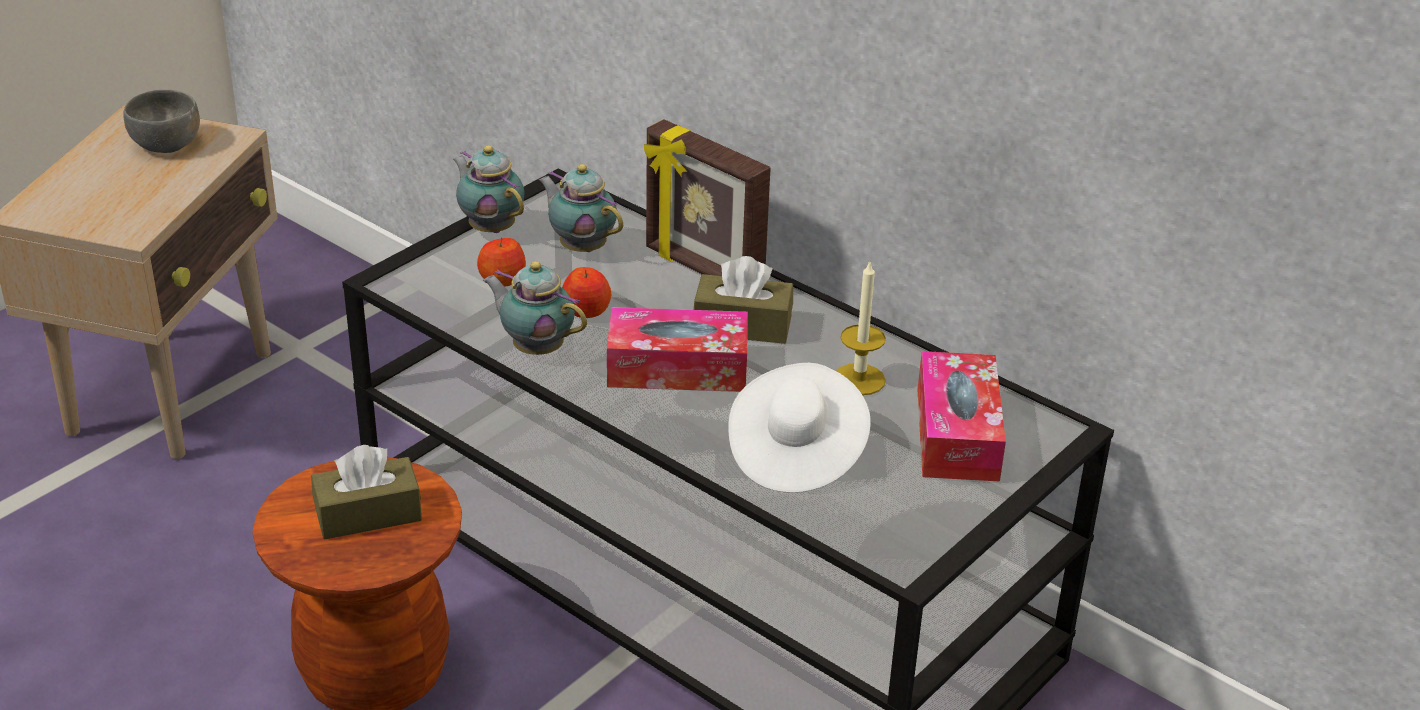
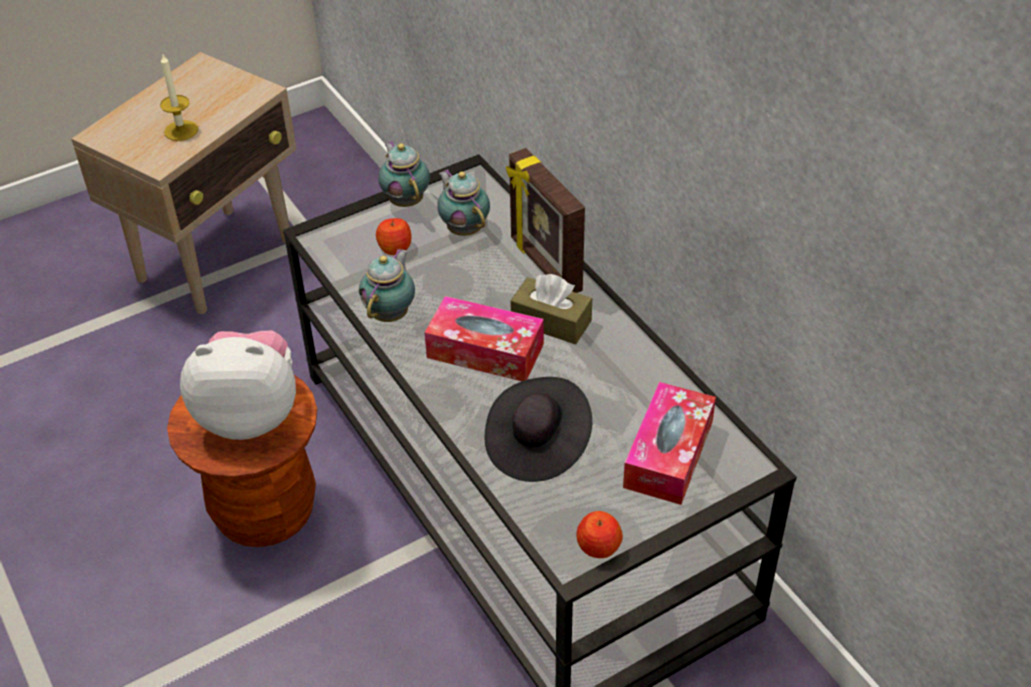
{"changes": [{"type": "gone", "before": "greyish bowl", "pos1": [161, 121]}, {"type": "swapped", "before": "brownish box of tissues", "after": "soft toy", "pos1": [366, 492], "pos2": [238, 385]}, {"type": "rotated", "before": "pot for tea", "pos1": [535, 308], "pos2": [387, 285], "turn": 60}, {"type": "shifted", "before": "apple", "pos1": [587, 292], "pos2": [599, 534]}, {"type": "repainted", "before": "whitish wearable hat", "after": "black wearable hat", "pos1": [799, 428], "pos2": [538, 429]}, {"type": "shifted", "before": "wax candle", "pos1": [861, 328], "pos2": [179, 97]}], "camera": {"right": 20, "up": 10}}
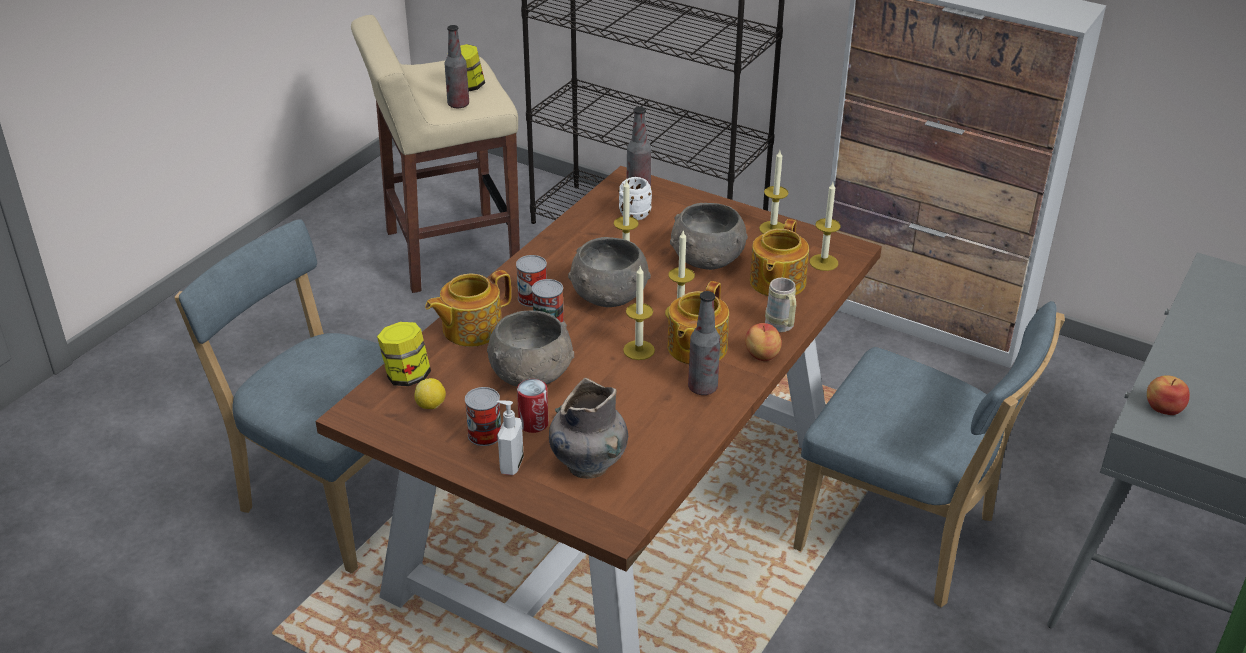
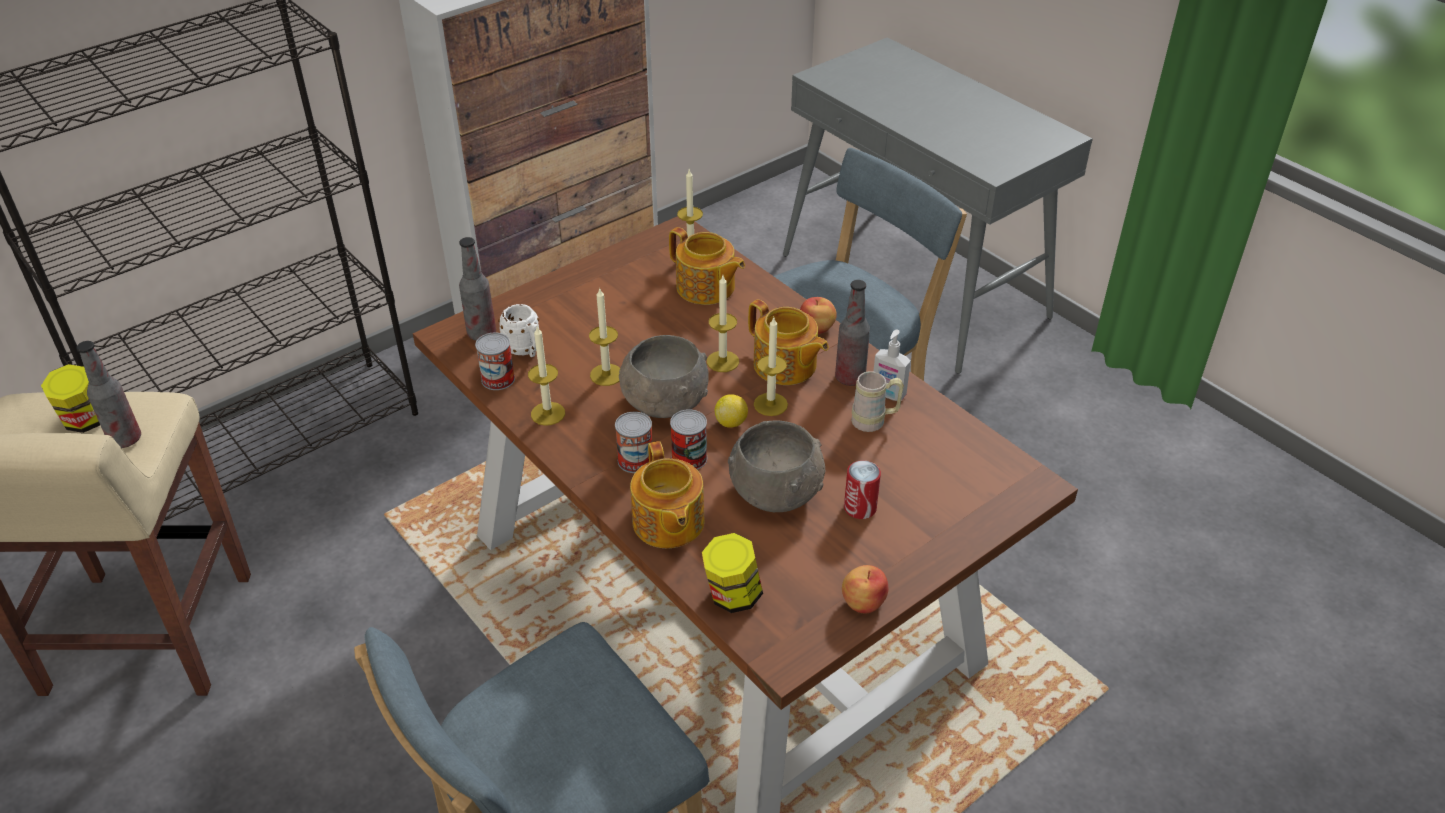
{"changes": [{"type": "shifted", "before": "citrus fruit", "pos1": [430, 393], "pos2": [731, 411]}, {"type": "shifted", "before": "metal can", "pos1": [483, 416], "pos2": [495, 361]}, {"type": "shifted", "before": "liquid soap bottle", "pos1": [510, 437], "pos2": [892, 365]}, {"type": "gone", "before": "greyish vase", "pos1": [588, 428]}, {"type": "gone", "before": "greyish bowl", "pos1": [709, 236]}, {"type": "shifted", "before": "wax candle", "pos1": [774, 192], "pos2": [546, 376]}, {"type": "shifted", "before": "sand-coloured coffee mug", "pos1": [780, 305], "pos2": [877, 401]}, {"type": "shifted", "before": "apple", "pos1": [1168, 395], "pos2": [865, 589]}], "camera": {"right": -70, "up": 5}}
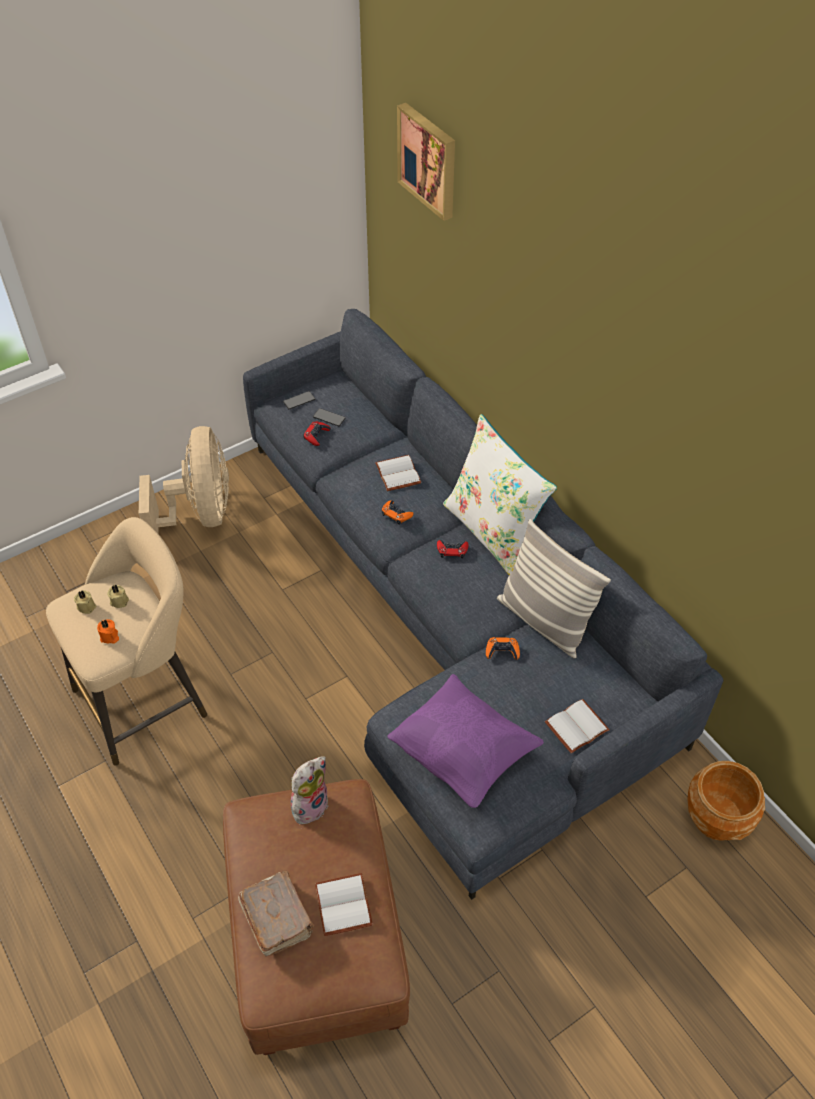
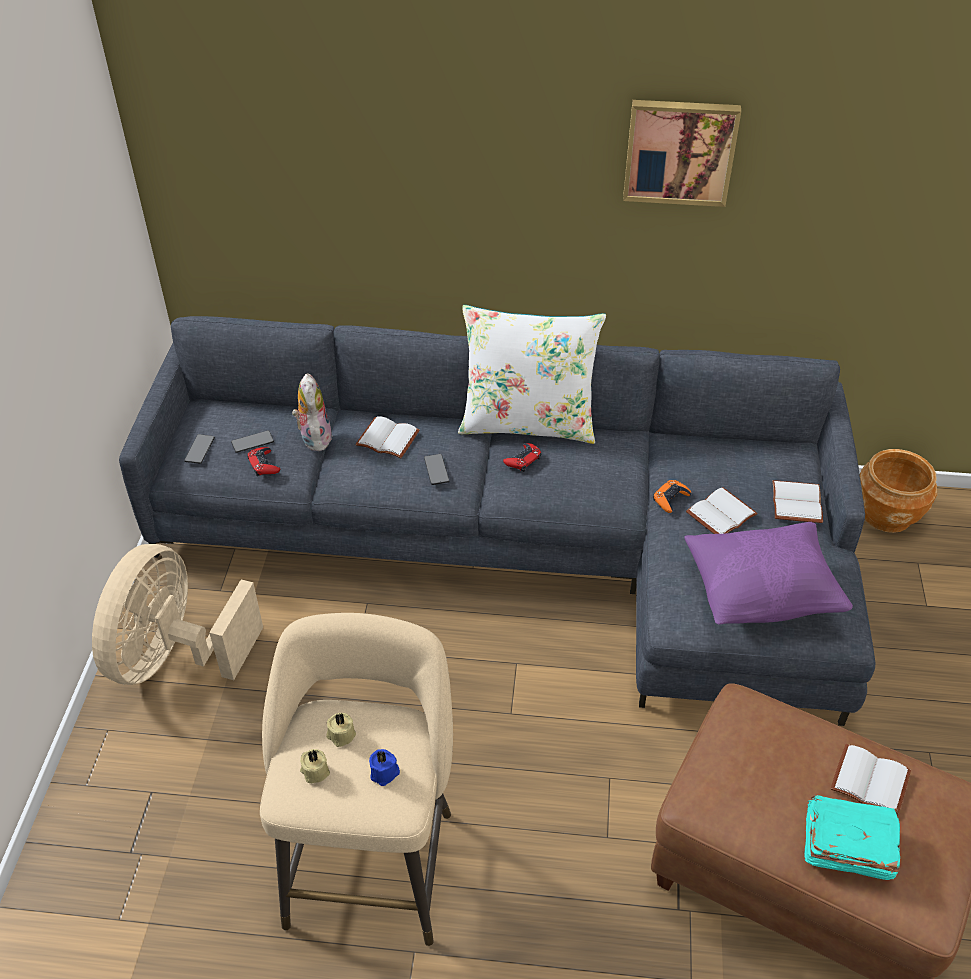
{"changes": [{"type": "repainted", "before": "orange-coloured wax candle", "after": "bluish wax candle", "pos1": [108, 631], "pos2": [384, 767]}, {"type": "rotated", "before": "sand-coloured electric fan", "pos1": [184, 480], "pos2": [177, 614], "turn": -105}, {"type": "repainted", "before": "brownish bound book", "after": "turquoise bound book", "pos1": [276, 913], "pos2": [851, 837]}, {"type": "shifted", "before": "soft toy", "pos1": [310, 791], "pos2": [312, 412]}, {"type": "swapped", "before": "orange-coloured game controller", "after": "phone", "pos1": [397, 512], "pos2": [436, 469]}, {"type": "shifted", "before": "picture", "pos1": [426, 162], "pos2": [682, 153]}, {"type": "gone", "before": "throw pillow", "pos1": [554, 589]}, {"type": "new", "after": "whitish bound book", "pos2": [722, 510]}], "camera": {"right": -50, "up": -5}}
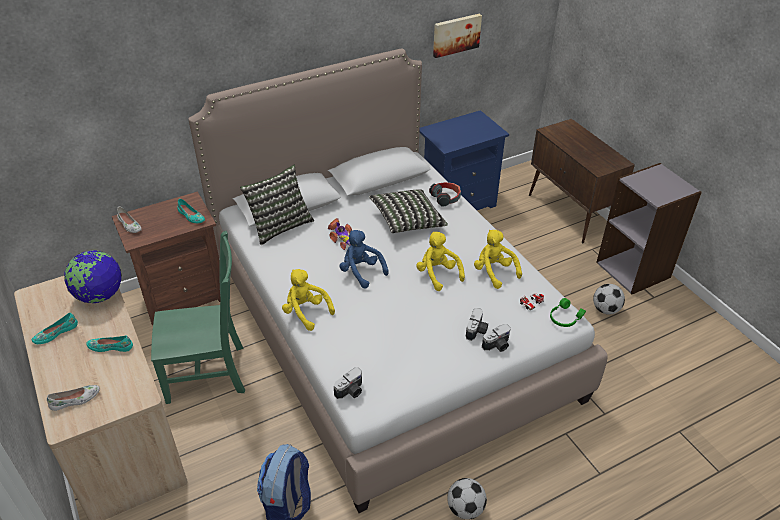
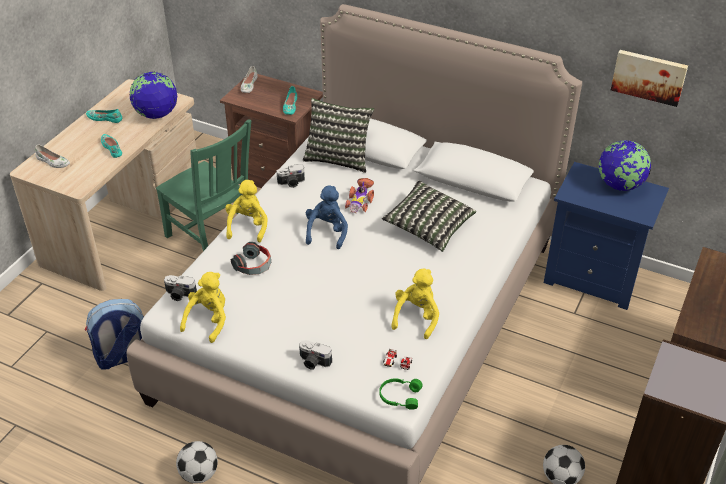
{"changes": [{"type": "shifted", "before": "yellowish soft toy", "pos1": [440, 261], "pos2": [203, 307]}, {"type": "shifted", "before": "pair of headphones", "pos1": [445, 194], "pos2": [251, 258]}, {"type": "shifted", "before": "still camera", "pos1": [477, 324], "pos2": [290, 176]}, {"type": "new", "after": "desk globe", "pos2": [625, 165]}], "camera": {"right": 55, "up": 0}}
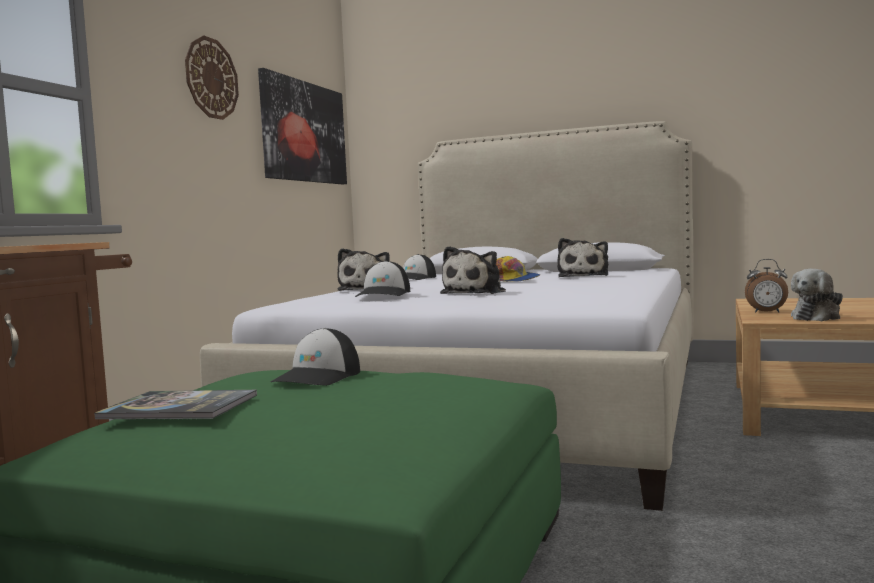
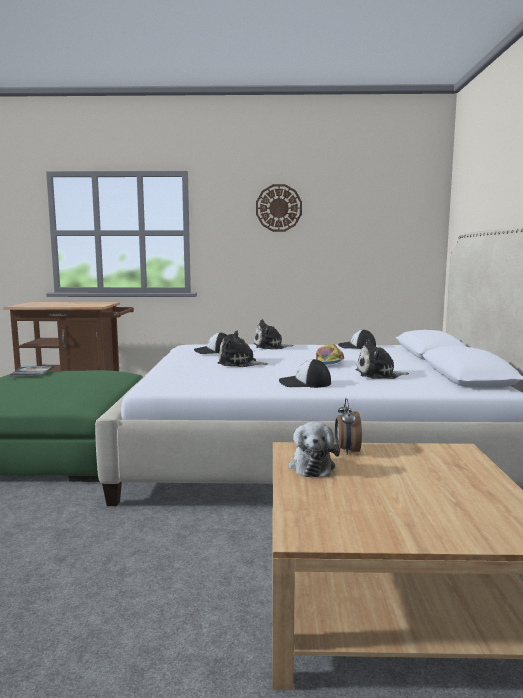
{"changes": [{"type": "gone", "before": "picture", "pos1": [302, 126]}, {"type": "shifted", "before": "cap", "pos1": [315, 357], "pos2": [305, 373]}, {"type": "rotated", "before": "soft toy", "pos1": [817, 295], "pos2": [314, 449], "turn": -120}], "camera": {"right": 70, "up": 5}}
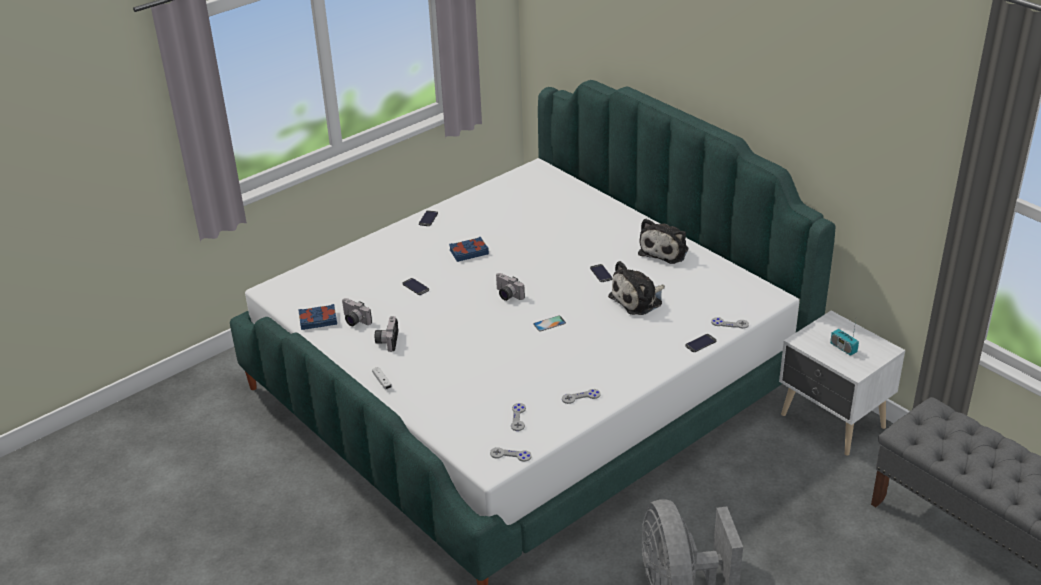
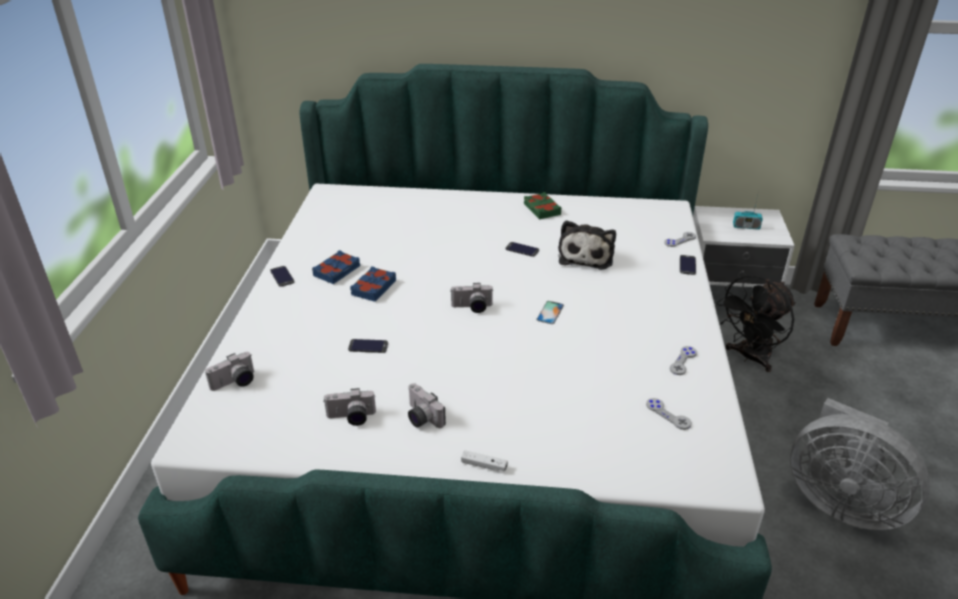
{"changes": [{"type": "shifted", "before": "bluish bound book", "pos1": [317, 317], "pos2": [336, 267]}, {"type": "gone", "before": "greyish game controller", "pos1": [511, 454]}, {"type": "swapped", "before": "soft toy", "after": "greenish bound book", "pos1": [663, 241], "pos2": [543, 205]}, {"type": "new", "after": "still camera", "pos2": [229, 371]}, {"type": "new", "after": "black electric fan", "pos2": [756, 324]}], "camera": {"right": -45, "up": 0}}
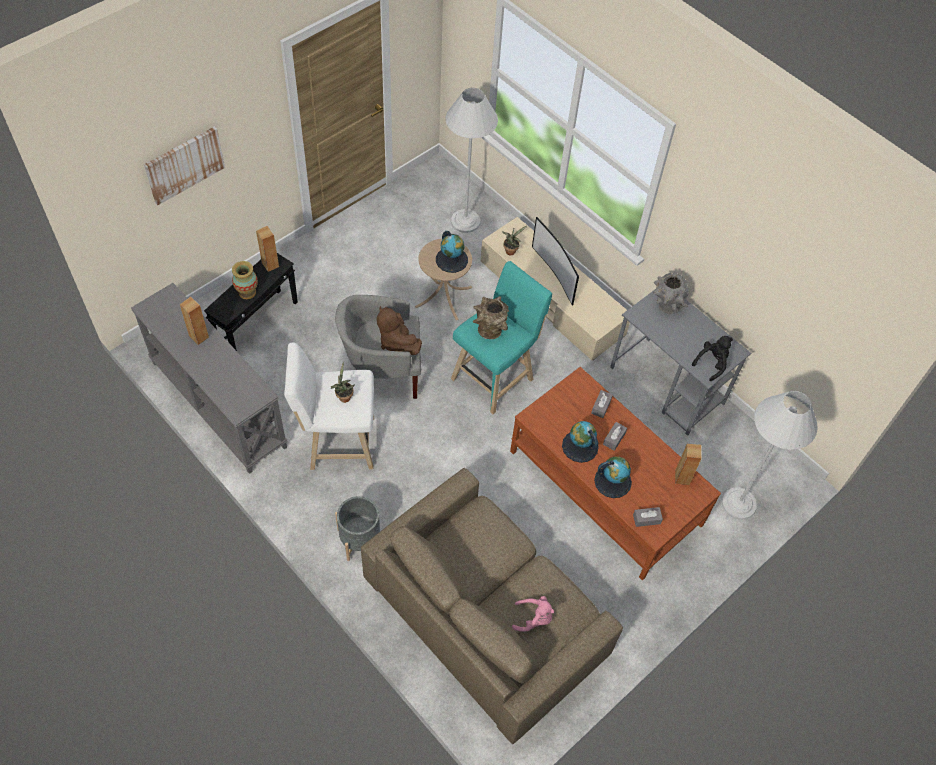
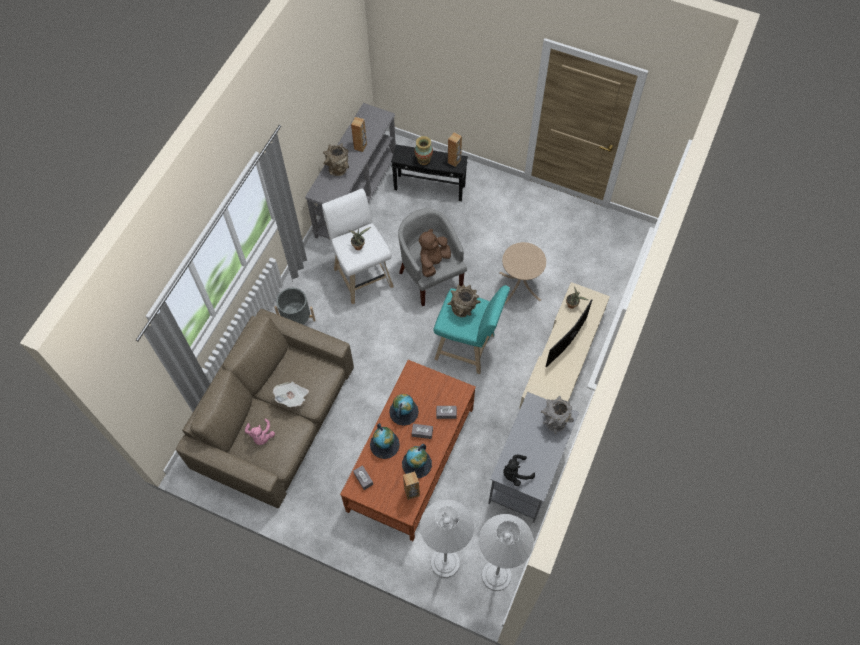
{"changes": [{"type": "gone", "before": "picture", "pos1": [184, 165]}, {"type": "shifted", "before": "desk globe", "pos1": [452, 252], "pos2": [417, 461]}, {"type": "shifted", "before": "whitish standing lamp", "pos1": [471, 160], "pos2": [506, 552]}, {"type": "rotated", "before": "black soft toy", "pos1": [712, 358], "pos2": [519, 470], "turn": 135}, {"type": "new", "after": "newspaper", "pos2": [291, 394]}, {"type": "new", "after": "brownish vase", "pos2": [336, 159]}], "camera": {"right": 70, "up": 5}}
